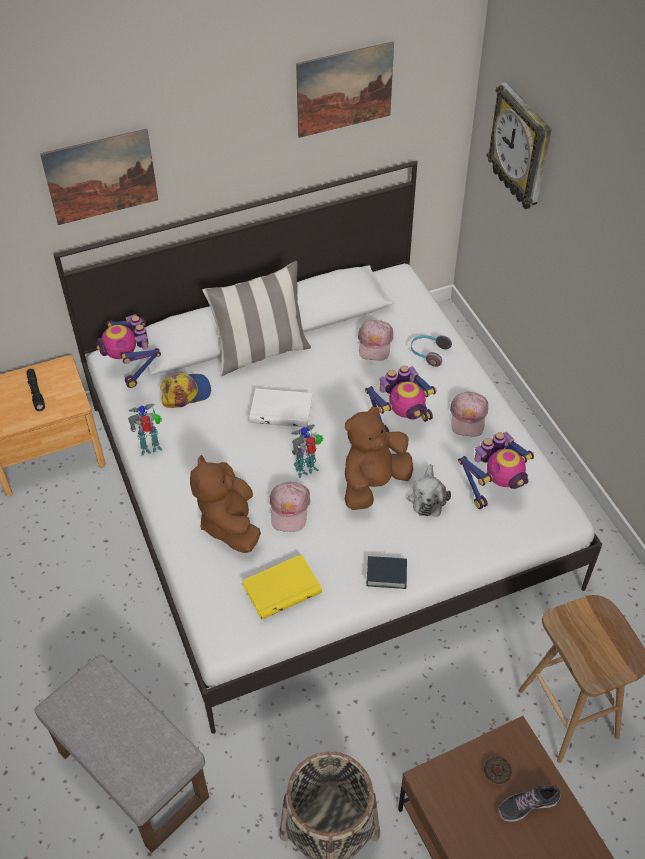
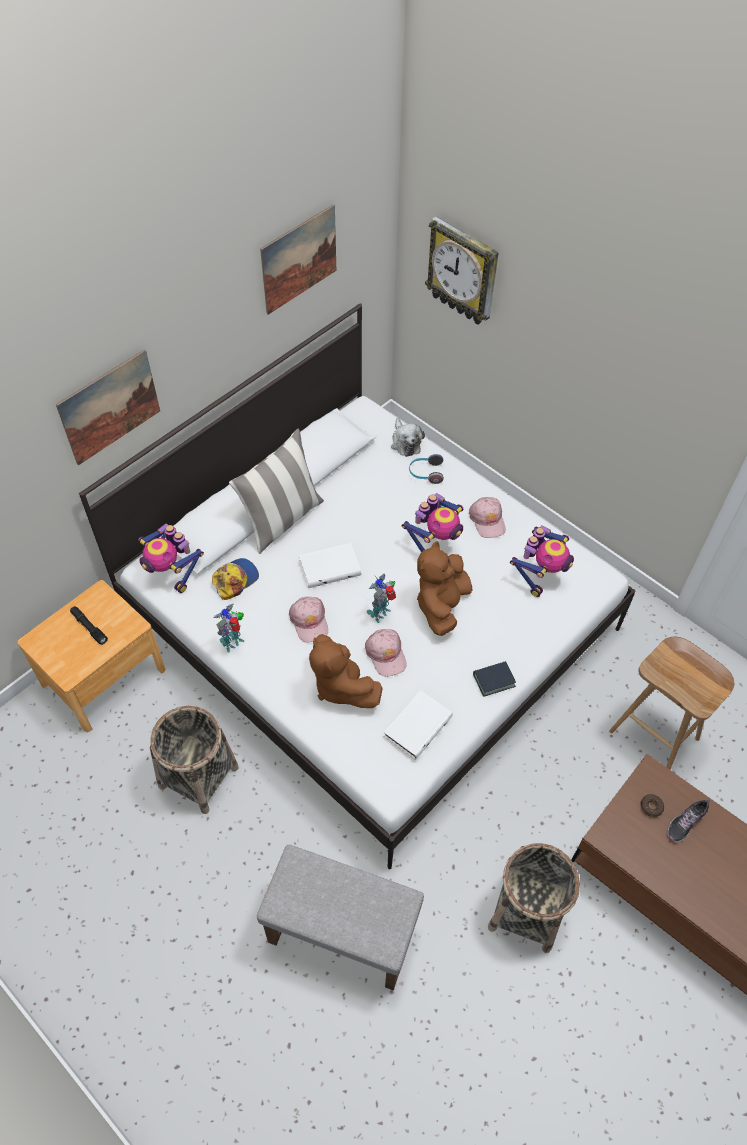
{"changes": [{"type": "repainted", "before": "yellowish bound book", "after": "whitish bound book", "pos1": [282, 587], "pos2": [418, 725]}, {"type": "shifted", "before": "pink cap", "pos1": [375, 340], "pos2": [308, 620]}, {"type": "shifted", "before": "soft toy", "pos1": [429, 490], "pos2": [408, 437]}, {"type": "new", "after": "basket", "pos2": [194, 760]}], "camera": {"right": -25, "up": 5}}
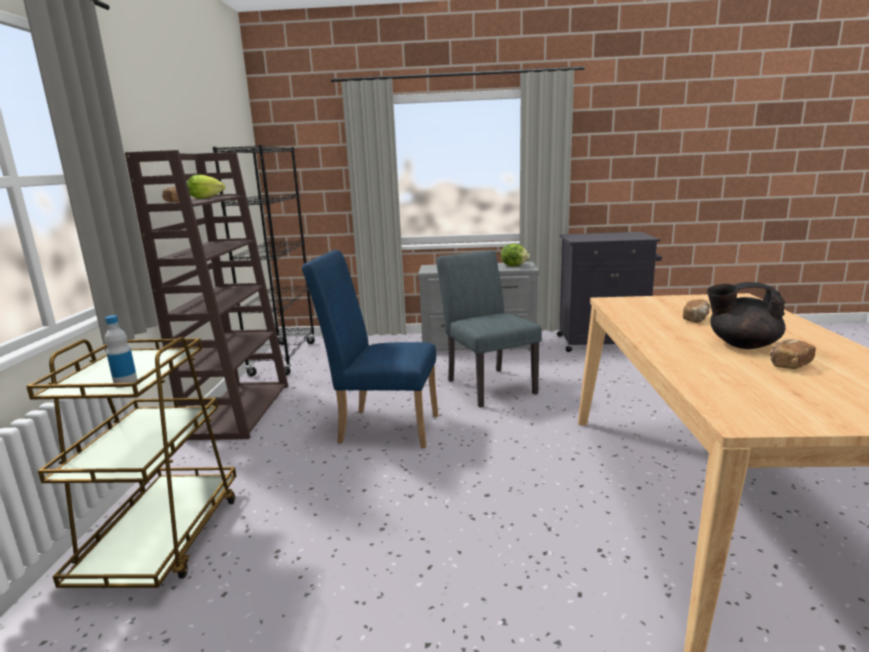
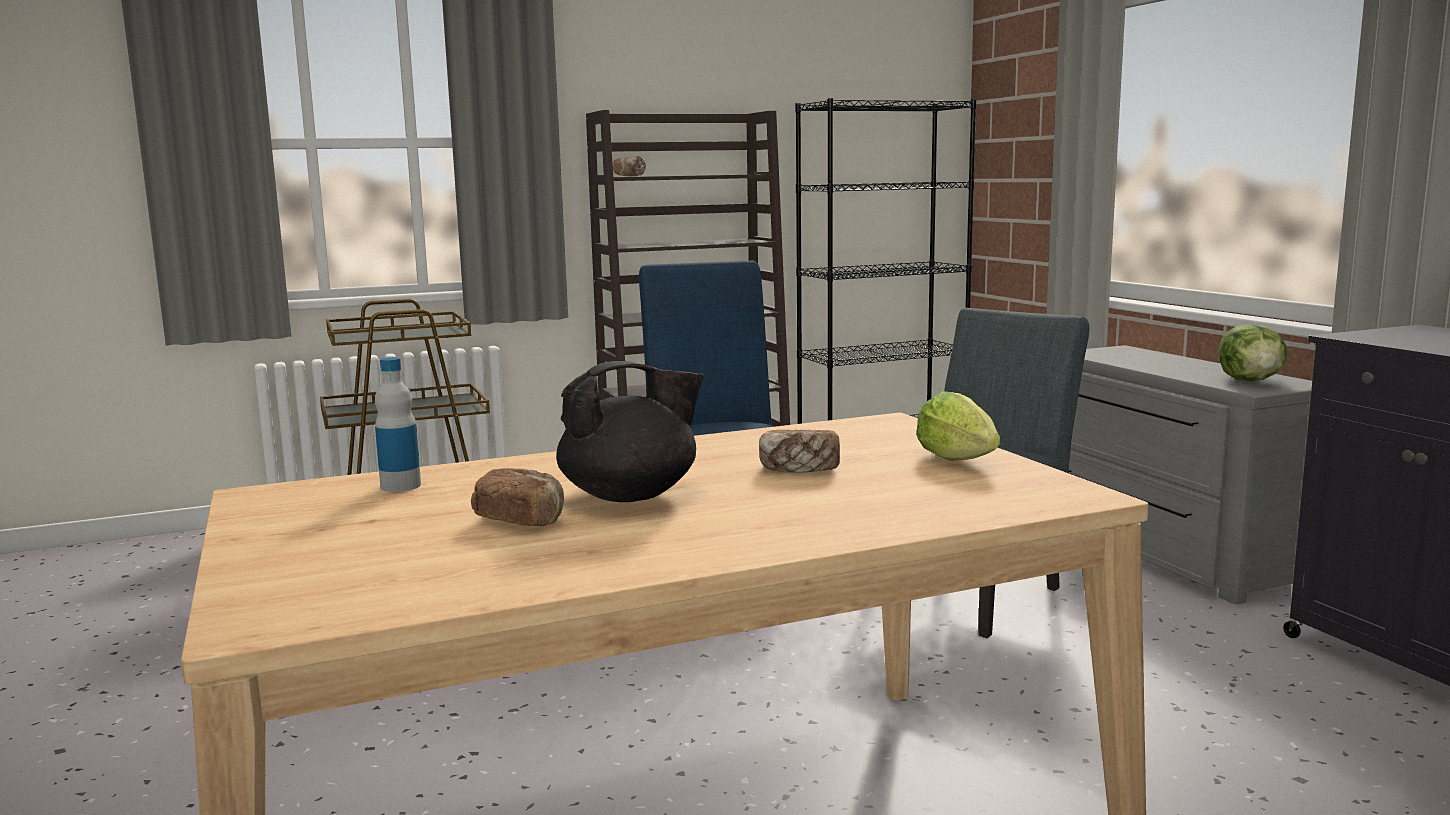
{"changes": [{"type": "shifted", "before": "beverage bottle", "pos1": [121, 351], "pos2": [398, 424]}, {"type": "shifted", "before": "lettuce head", "pos1": [206, 187], "pos2": [958, 426]}, {"type": "rotated", "before": "black pot for tea", "pos1": [746, 315], "pos2": [630, 431], "turn": 75}], "camera": {"right": 65, "up": -5}}
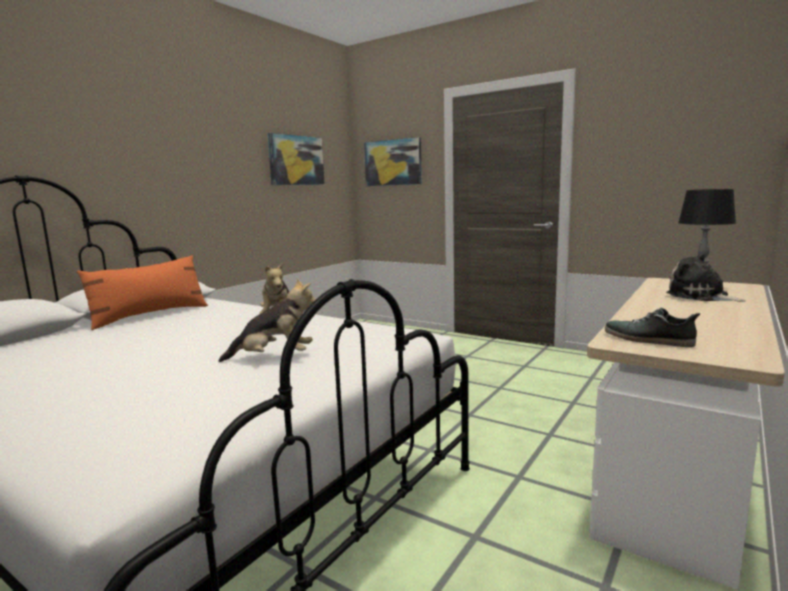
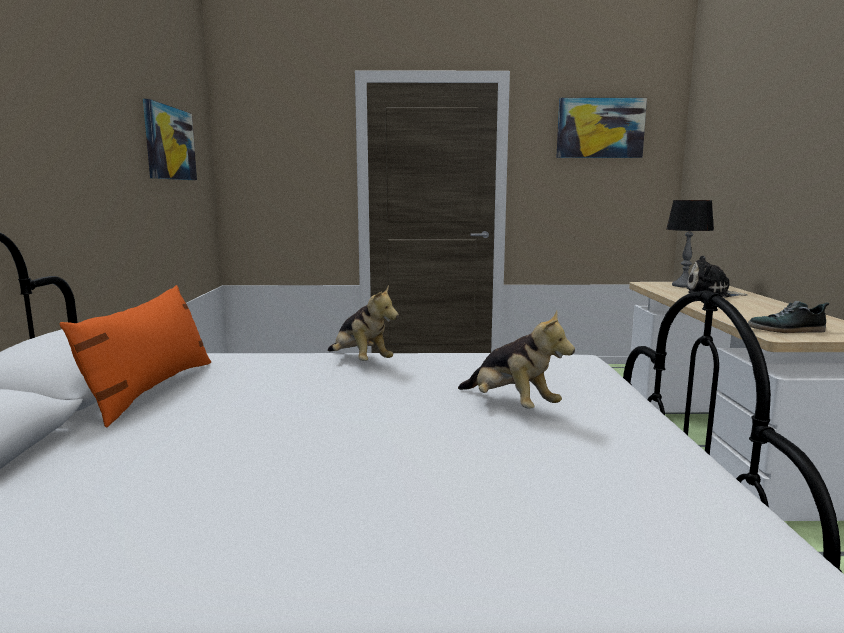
{"changes": [{"type": "rotated", "before": "soft toy", "pos1": [267, 320], "pos2": [516, 359], "turn": 90}, {"type": "shifted", "before": "picture", "pos1": [393, 161], "pos2": [601, 128]}], "camera": {"right": -35, "up": 0}}
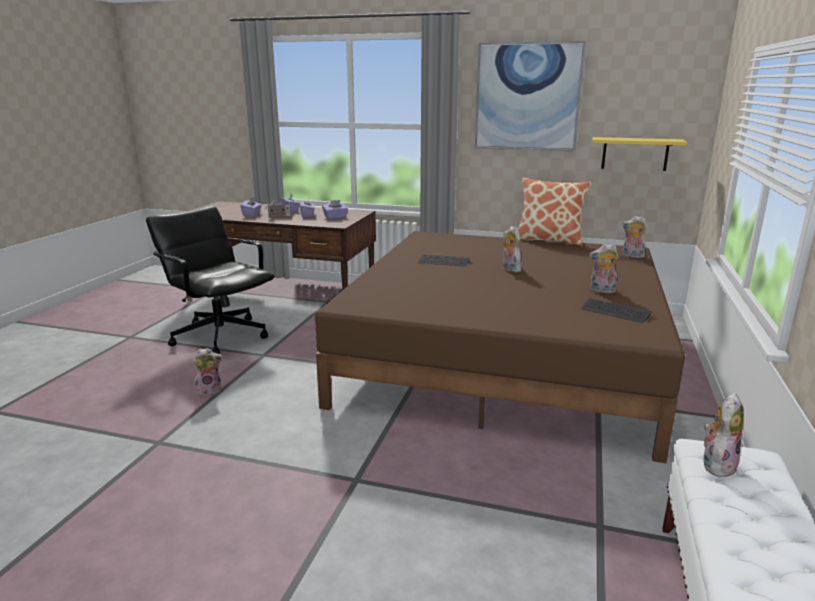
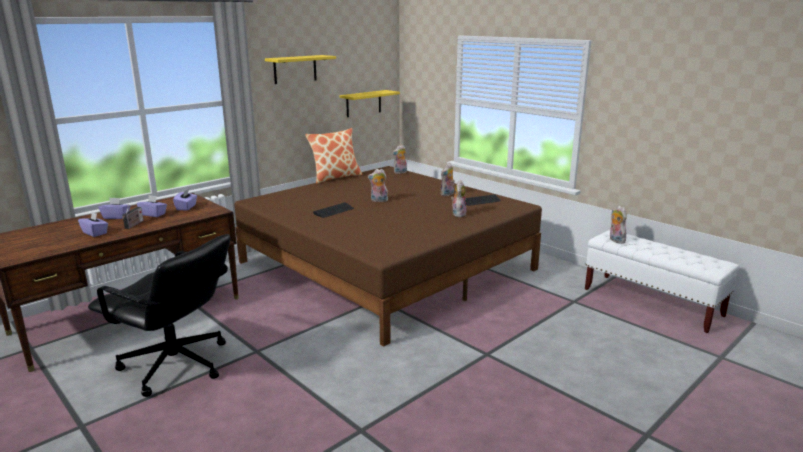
{"changes": [{"type": "rotated", "before": "black computer chair", "pos1": [210, 280], "pos2": [159, 315], "turn": -135}, {"type": "shifted", "before": "soft toy", "pos1": [208, 372], "pos2": [459, 198]}, {"type": "swapped", "before": "picture", "after": "yellowish bracket shelf", "pos1": [530, 96], "pos2": [300, 69]}], "camera": {"right": -60, "up": 0}}
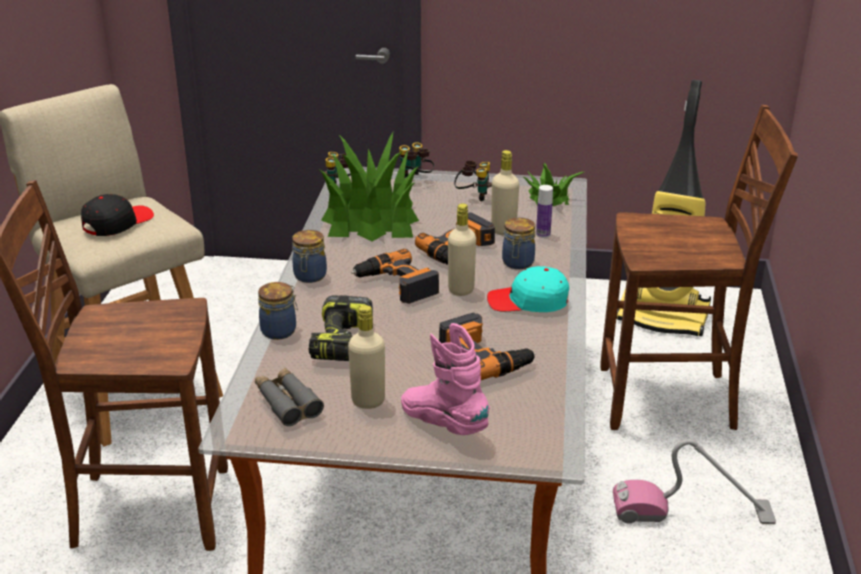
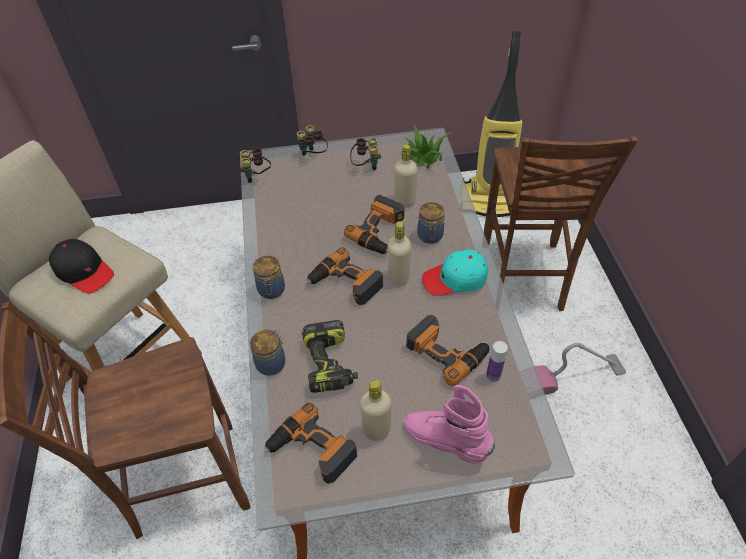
{"changes": [{"type": "rotated", "before": "black cap", "pos1": [117, 215], "pos2": [81, 266], "turn": 105}, {"type": "swapped", "before": "greyish pair of binoculars", "after": "drill", "pos1": [289, 397], "pos2": [310, 443]}, {"type": "gone", "before": "potted plant", "pos1": [369, 186]}, {"type": "shifted", "before": "beverage bottle", "pos1": [544, 211], "pos2": [497, 361]}, {"type": "rotated", "before": "brownish upright chair", "pos1": [699, 267], "pos2": [561, 223], "turn": 105}], "camera": {"right": -15, "up": 20}}
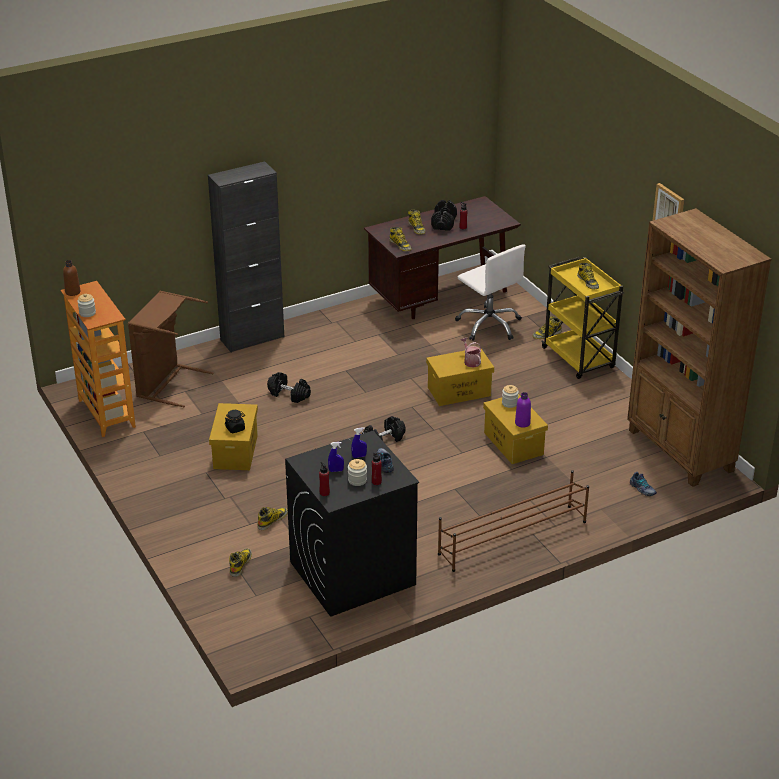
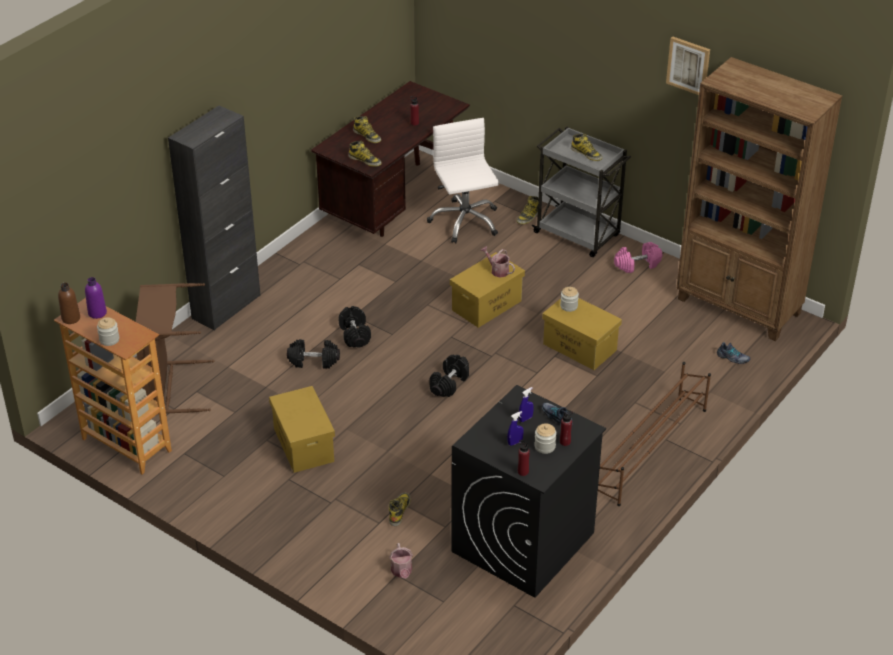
{"changes": [{"type": "gone", "before": "black storage jar", "pos1": [235, 421]}, {"type": "swapped", "before": "boot", "after": "watering can", "pos1": [240, 562], "pos2": [401, 561]}, {"type": "shifted", "before": "black dumbbell", "pos1": [444, 215], "pos2": [354, 326]}, {"type": "rotated", "before": "whitish computer chair", "pos1": [490, 292], "pos2": [463, 180], "turn": -135}, {"type": "shifted", "before": "purple beverage bottle", "pos1": [523, 410], "pos2": [96, 298]}, {"type": "repainted", "before": "yellowish wheeled cart", "after": "greyish wheeled cart", "pos1": [582, 318], "pos2": [581, 191]}, {"type": "new", "after": "pink dumbbell", "pos2": [638, 257]}], "camera": {"right": -25, "up": 5}}
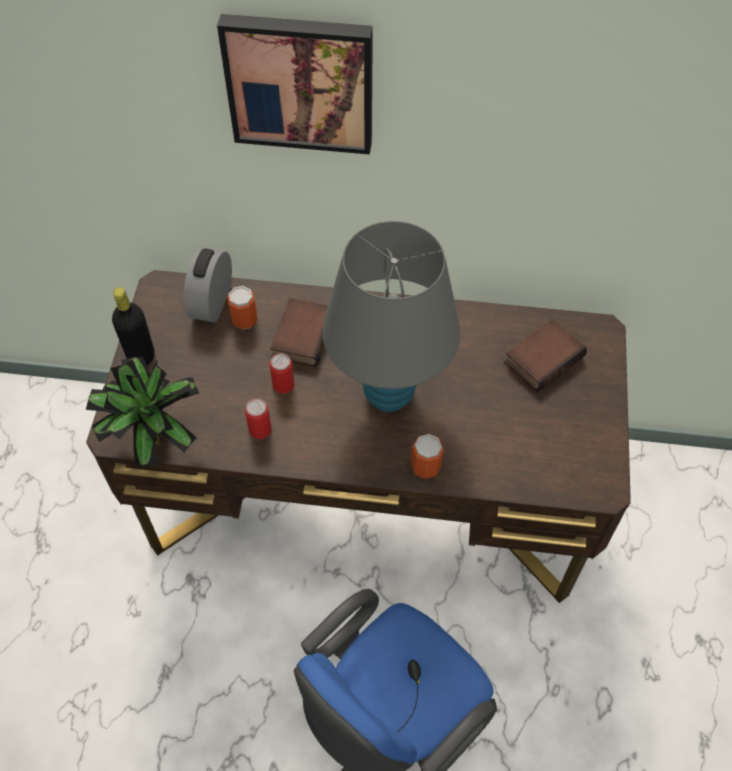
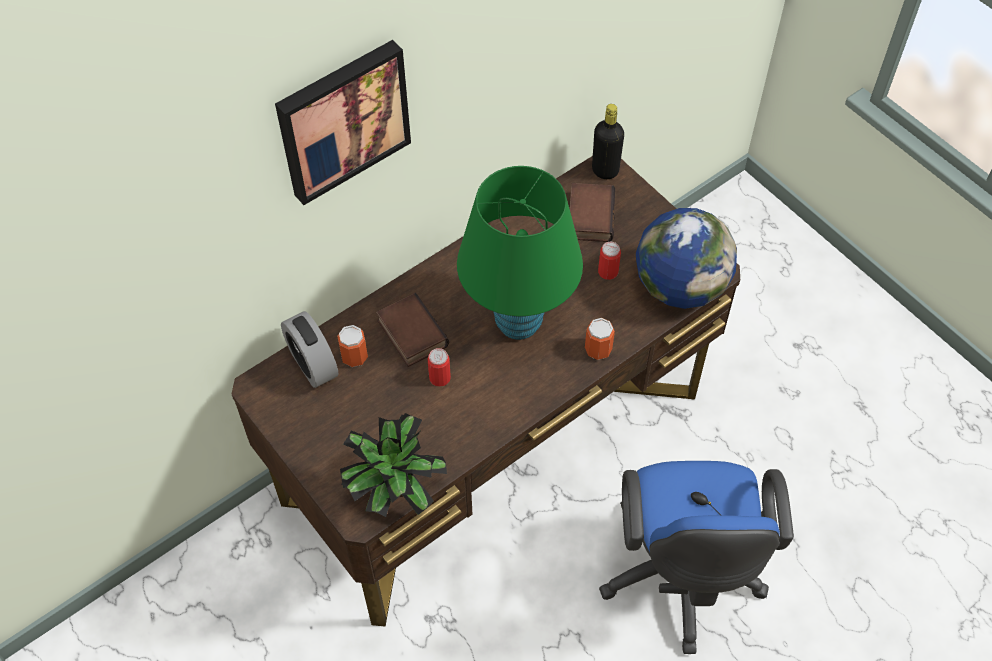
{"changes": [{"type": "shifted", "before": "black beverage bottle", "pos1": [133, 326], "pos2": [608, 141]}, {"type": "shifted", "before": "metal can", "pos1": [258, 418], "pos2": [609, 261]}, {"type": "repainted", "before": "greyish table lamp", "after": "greenish table lamp", "pos1": [391, 316], "pos2": [520, 253]}, {"type": "new", "after": "desk globe", "pos2": [686, 258]}], "camera": {"right": -45, "up": 0}}
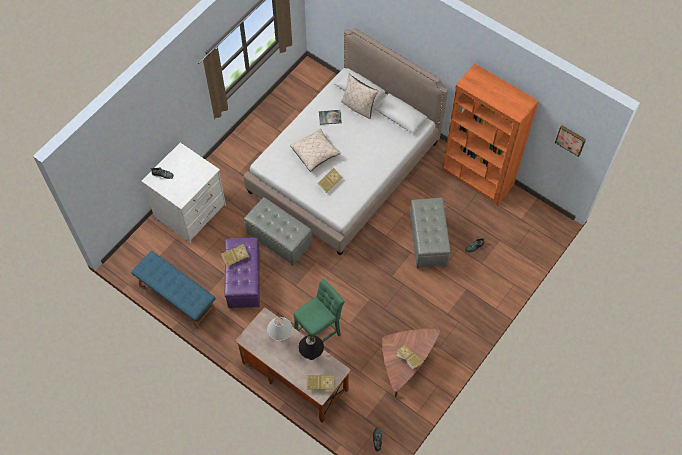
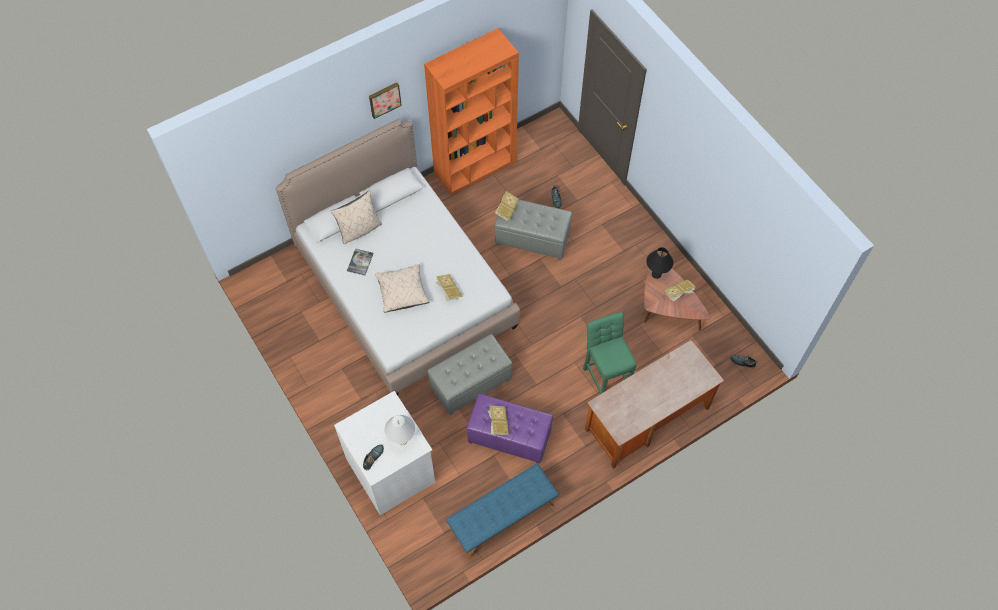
{"changes": [{"type": "shifted", "before": "whitish table lamp", "pos1": [280, 329], "pos2": [400, 430]}, {"type": "shifted", "before": "black table lamp", "pos1": [311, 347], "pos2": [659, 263]}, {"type": "shifted", "before": "bound book", "pos1": [320, 382], "pos2": [507, 205]}, {"type": "shifted", "before": "picture", "pos1": [570, 141], "pos2": [385, 100]}], "camera": {"right": -70, "up": 0}}
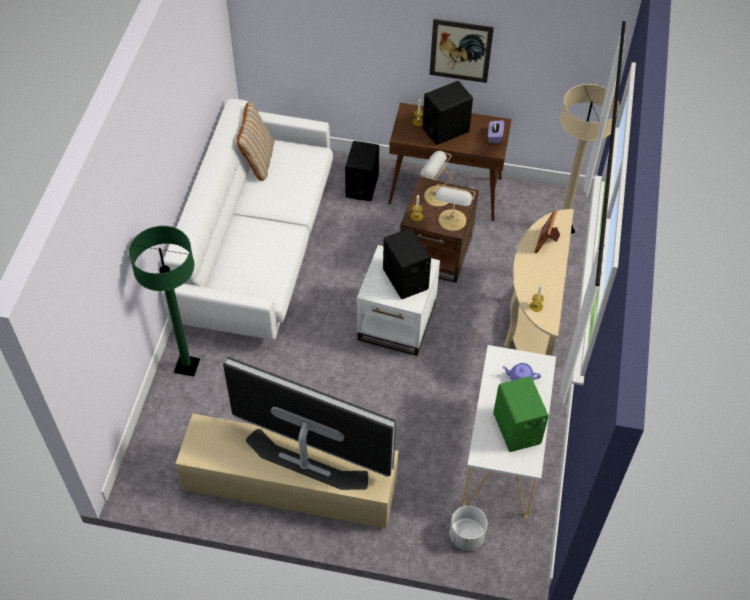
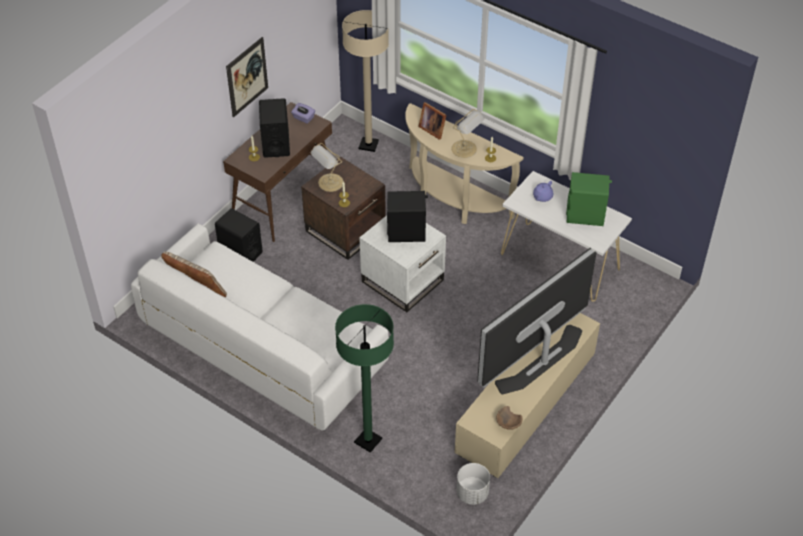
{"changes": [{"type": "shifted", "before": "table lamp", "pos1": [454, 207], "pos2": [467, 133]}, {"type": "shifted", "before": "whitish planter", "pos1": [468, 528], "pos2": [473, 484]}, {"type": "new", "after": "brownish bowl", "pos2": [509, 418]}], "camera": {"right": -65, "up": -5}}
